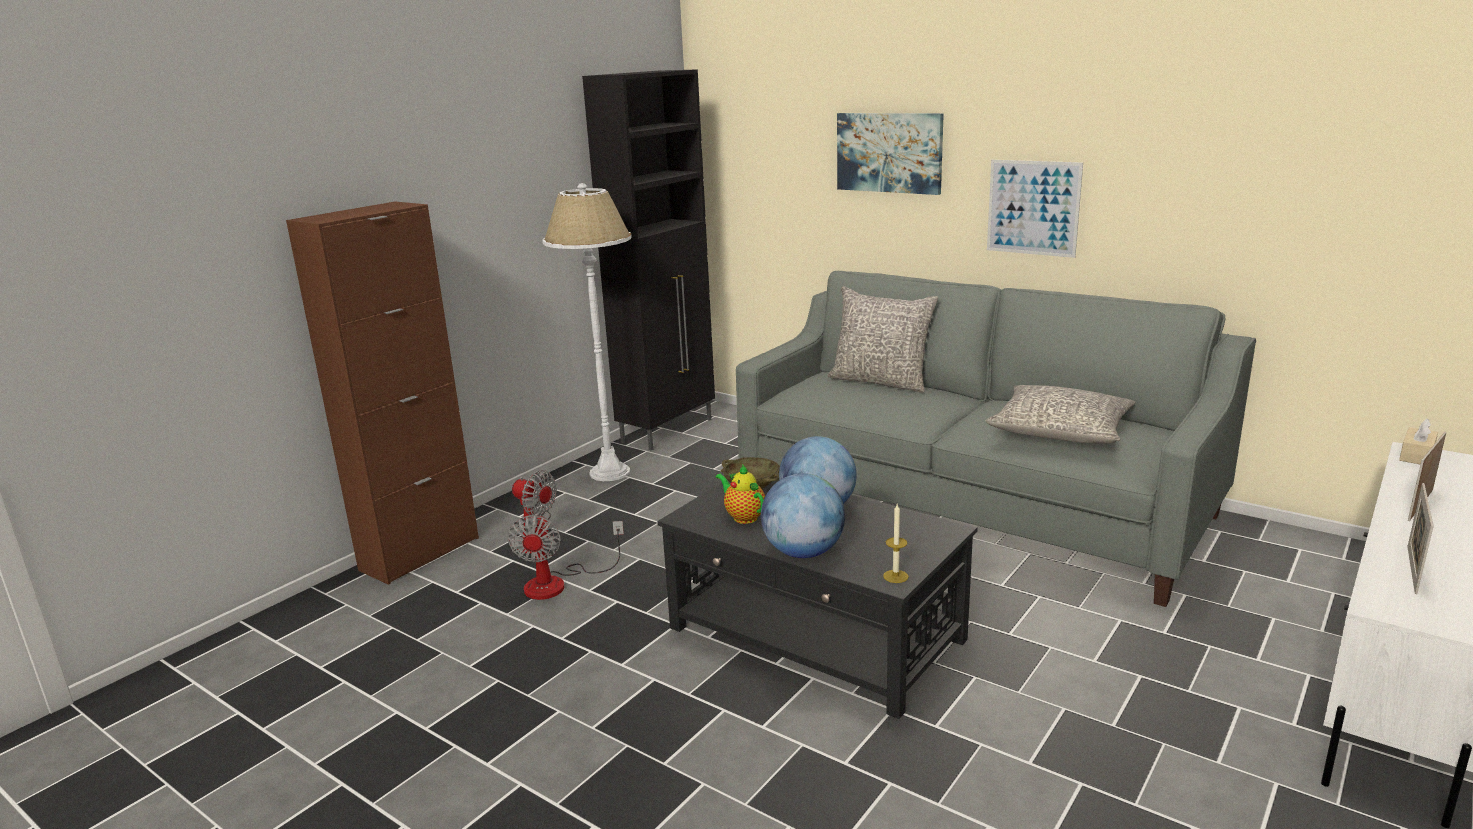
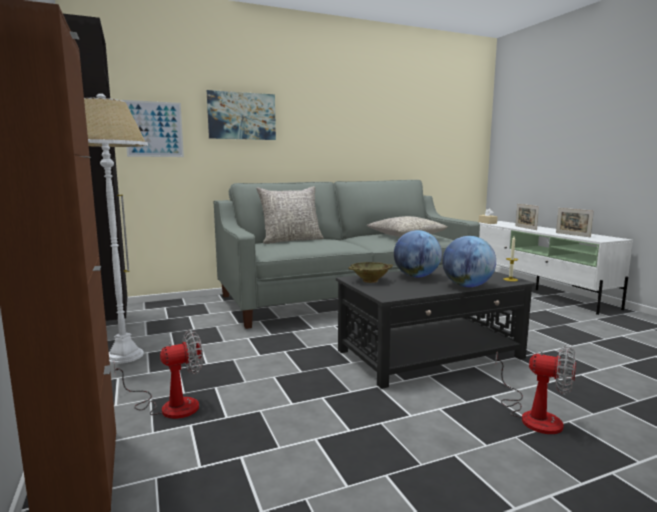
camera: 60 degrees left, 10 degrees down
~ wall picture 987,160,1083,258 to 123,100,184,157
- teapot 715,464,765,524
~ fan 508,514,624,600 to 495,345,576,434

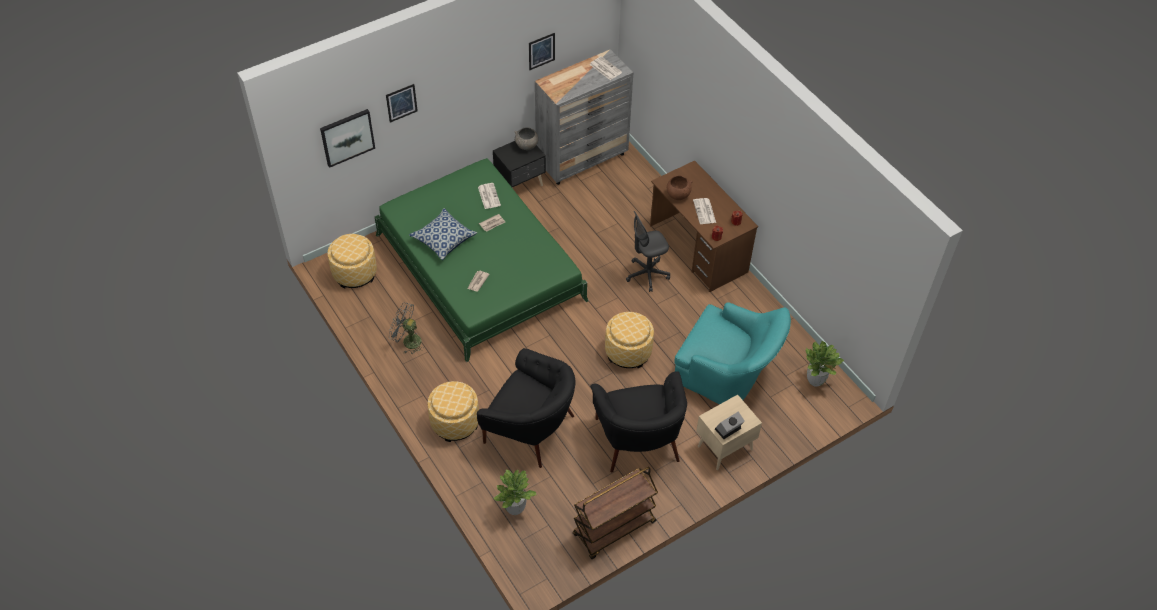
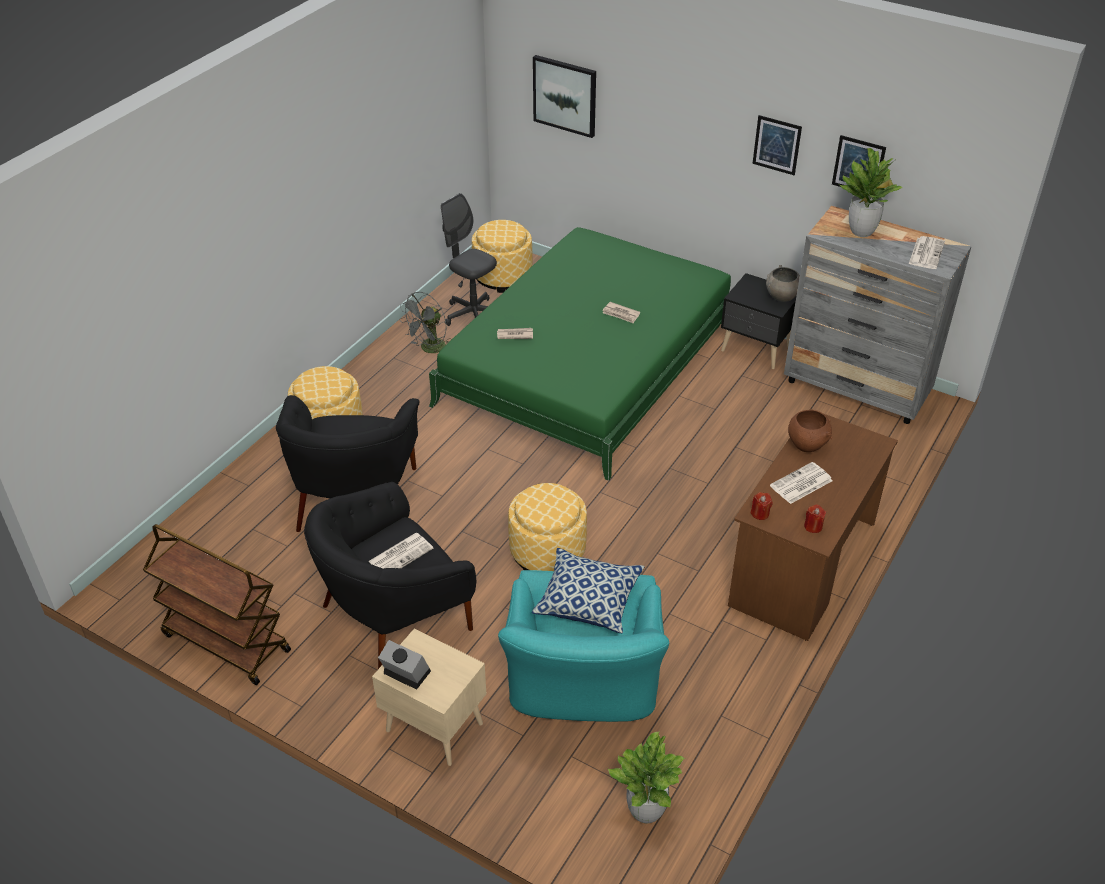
camera: 65 degrees right, 10 degrees down
~ wall picture 386,84,418,123 to 752,115,802,175
~ newspaper 478,183,501,209 to 368,533,433,569
~ cushion 409,208,477,260 to 532,548,644,633
~ greyish desk chair 626,211,670,292 to 441,193,497,326
~ greyish fan 389,303,424,354 = 399,292,452,353 135 degrees counterclockwise
~ houseplant 493,469,537,515 to 840,148,903,237

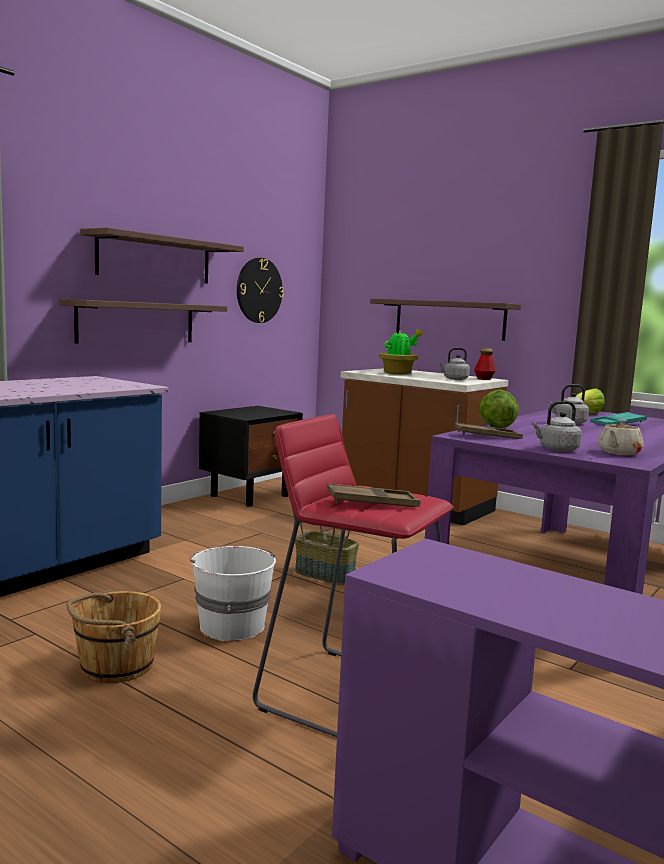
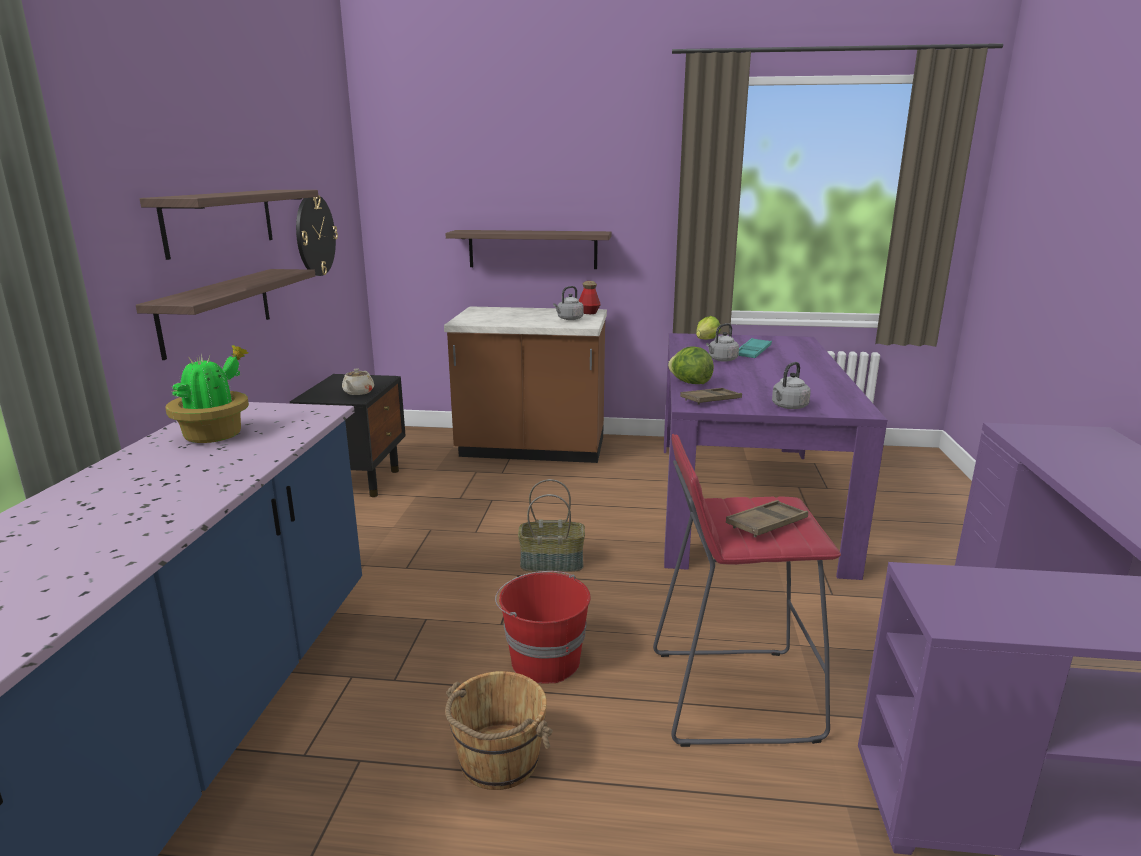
camera: 30 degrees left, 10 degrees up
~ houseplant 379,329,423,374 to 165,345,249,443
~ sand-coloured teapot 598,420,643,455 to 342,368,374,395
~ whitish bucket 189,546,276,641 to red-coloured bucket 495,571,591,683

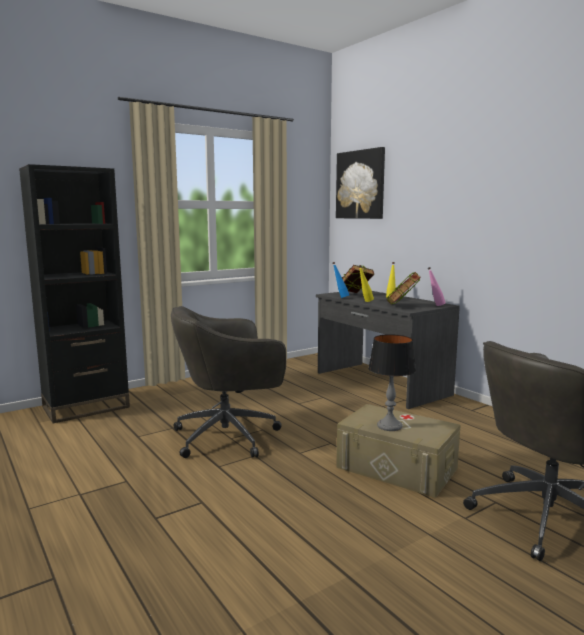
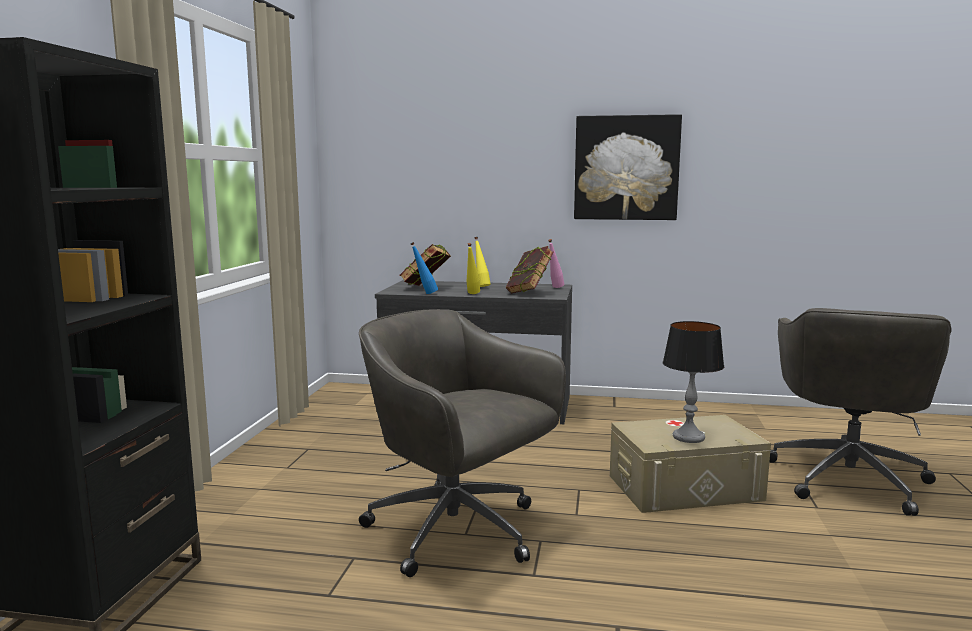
camera: 45 degrees left, 0 degrees up
~ wall picture 336,147,385,219 to 574,114,682,220
~ greyish desk chair 171,306,286,458 = 359,309,566,577 105 degrees clockwise

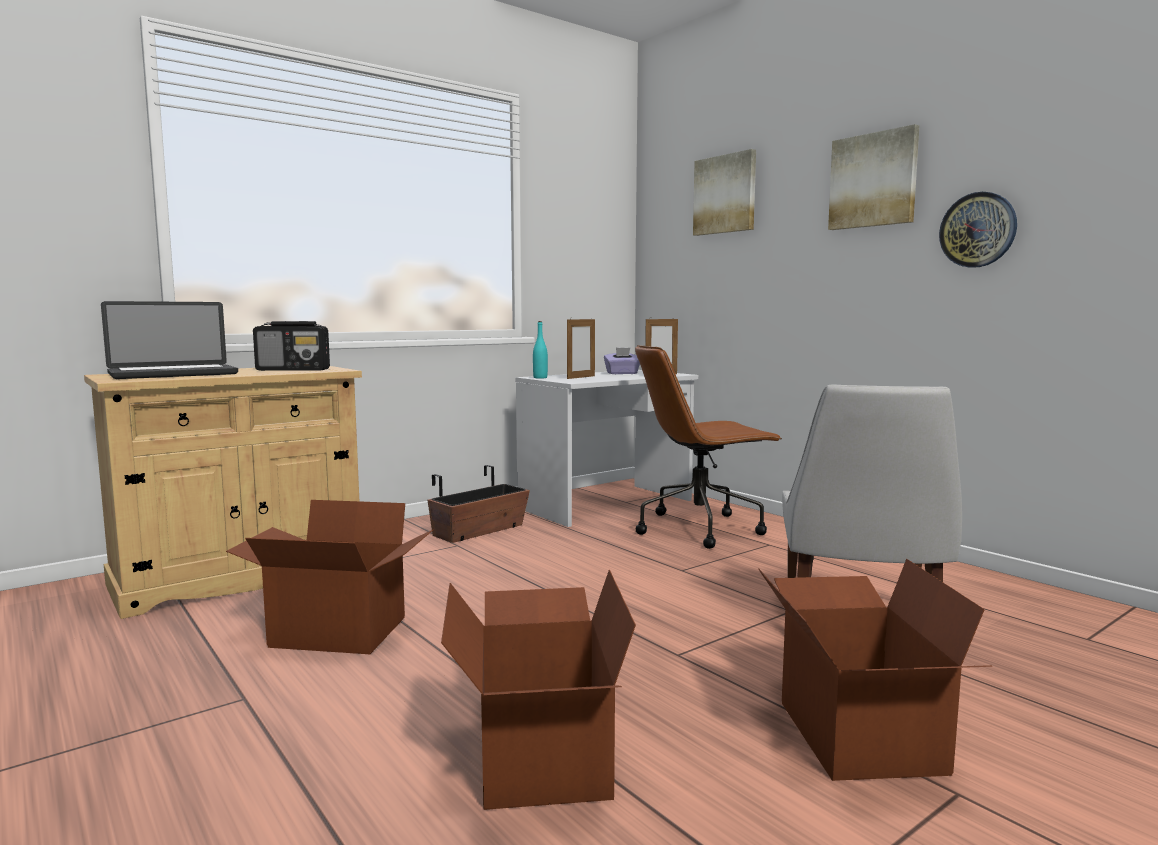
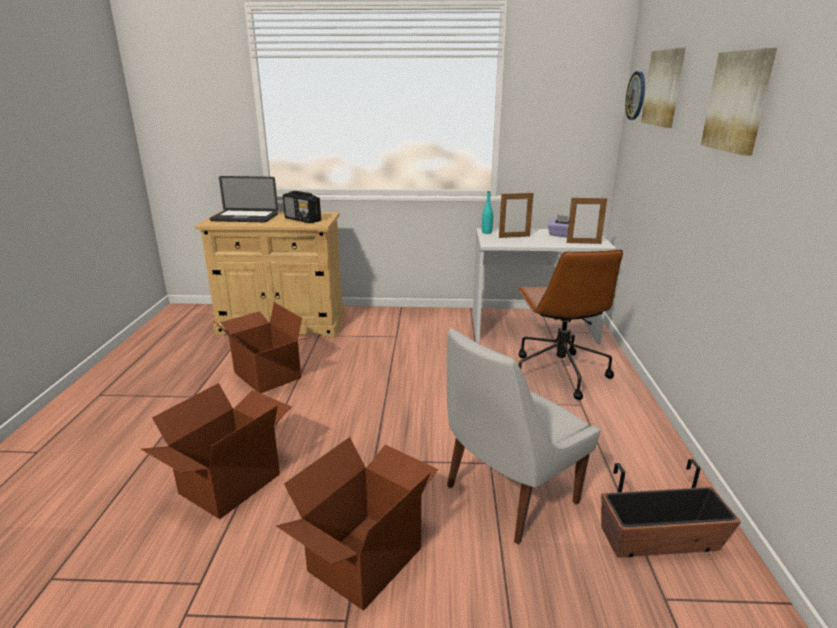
camera: 40 degrees right, 15 degrees up
~ wall clock 939,192,1017,268 to 625,71,645,120
~ brown-coloured desk chair 635,345,782,549 = 517,249,623,400 120 degrees counterclockwise
~ flower pot 427,465,530,543 to 601,459,741,558

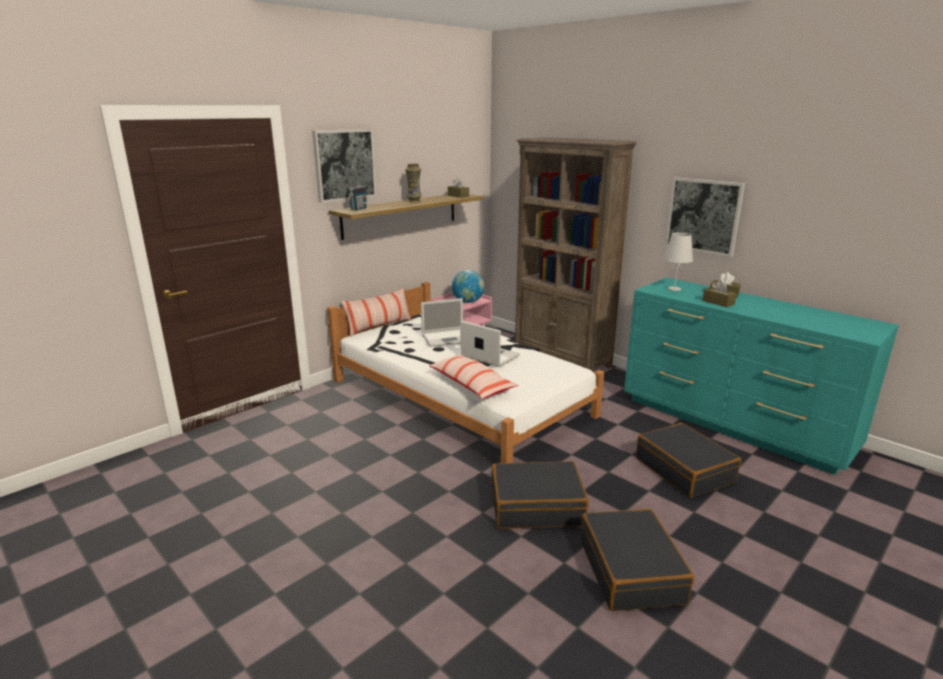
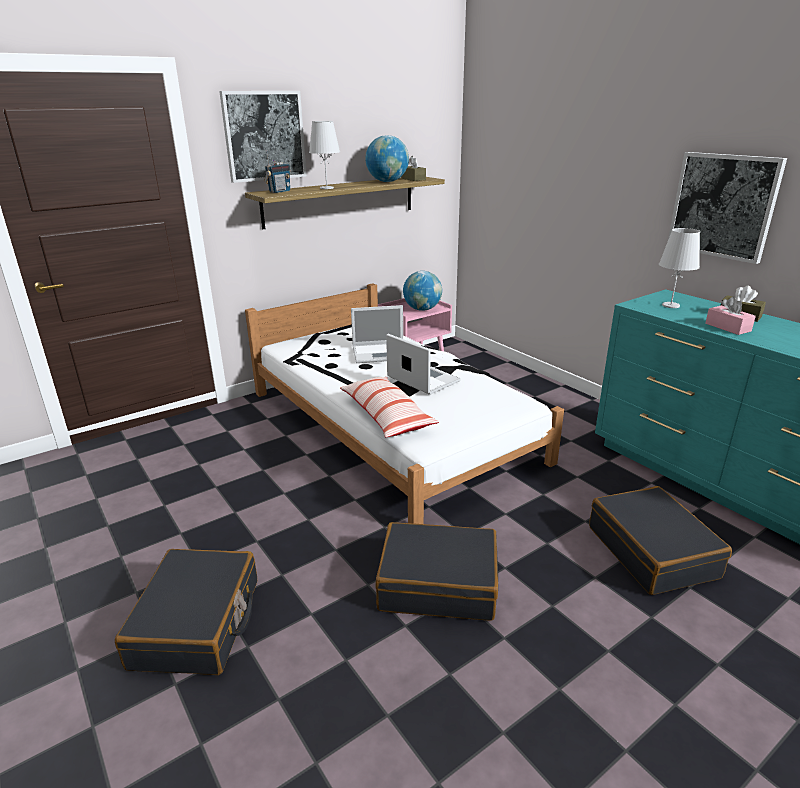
camera: 10 degrees right, 5 degrees up
- brown-coloured bookcase 515,137,637,373
- flower vase 405,164,422,202
~ brown-coloured box of tissues 702,280,737,307 to pinkish box of tissues 705,296,756,335
- cushion 341,287,412,337
~ black piece of luggage 580,508,694,611 to 115,549,257,675
+ whitish table lamp 309,121,340,189
+ desk globe 365,135,409,182

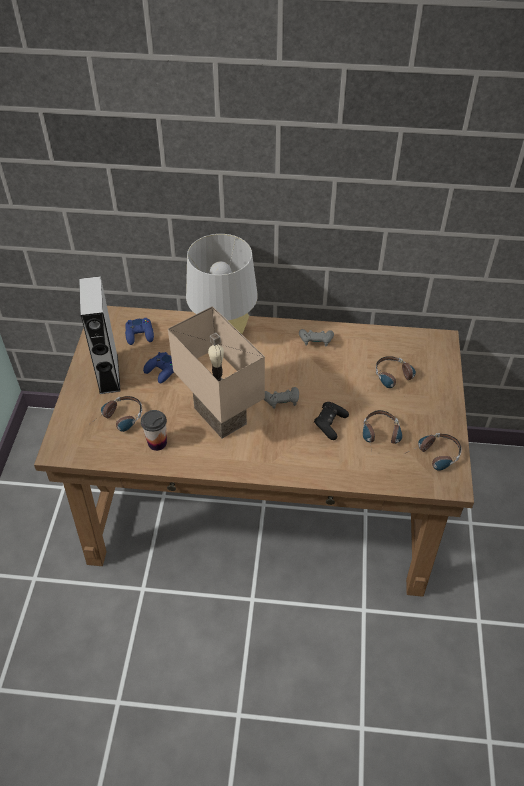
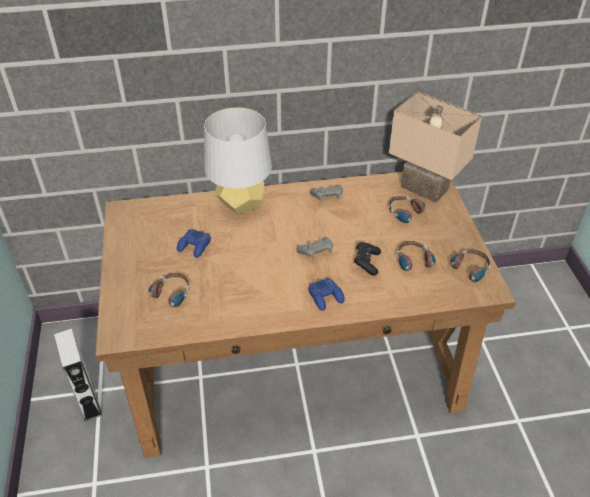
camera: 15 degrees left, 5 degrees down
~ greyish speaker 79,276,121,394 to 54,328,102,421
~ sand-coloured table lamp 168,306,265,439 to 389,91,482,203
~ blue-coloured game controller 125,318,154,345 to 308,278,345,311
- small cup 141,410,167,451

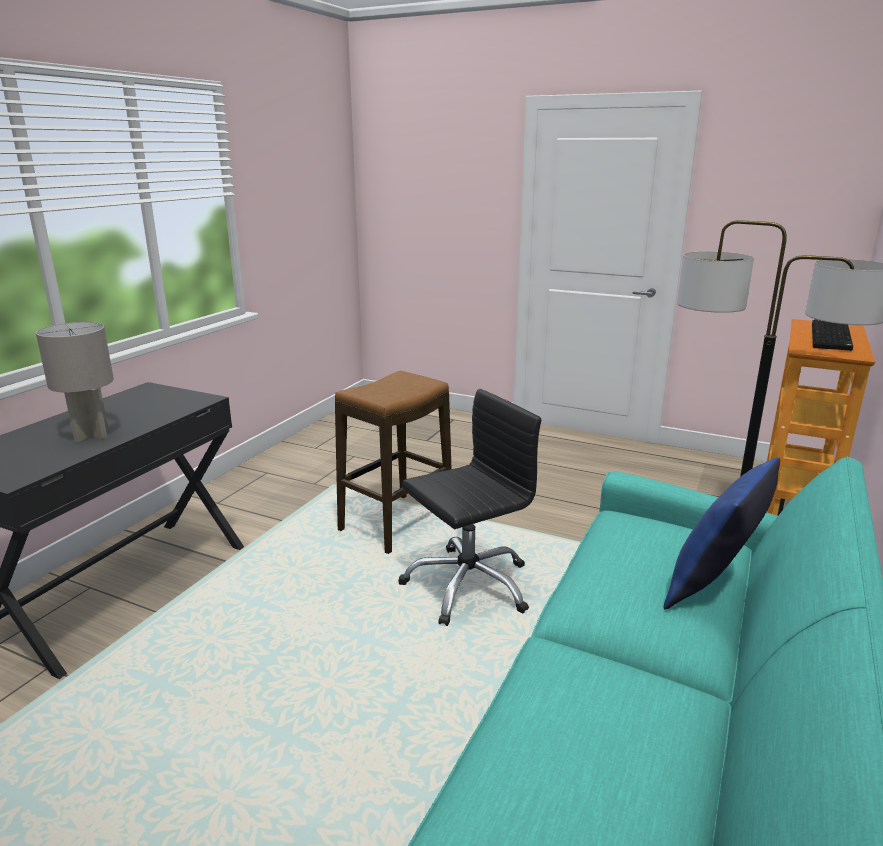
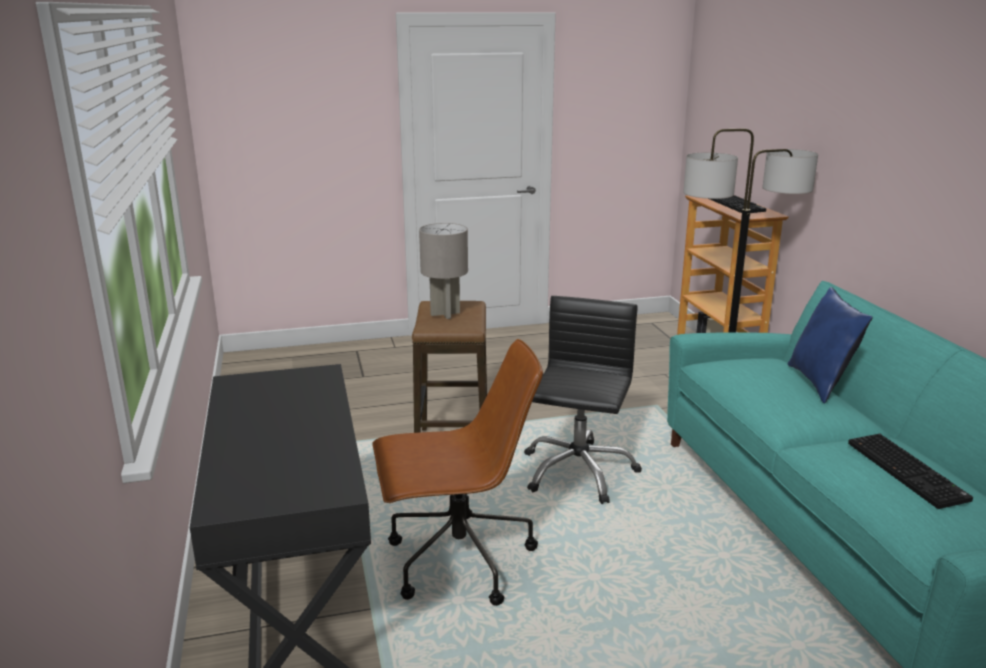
camera: 40 degrees left, 0 degrees up
~ greyish table lamp 36,322,114,442 to 419,223,468,319
+ brown-coloured desk chair 372,339,543,606
+ computer keyboard 848,434,973,509

